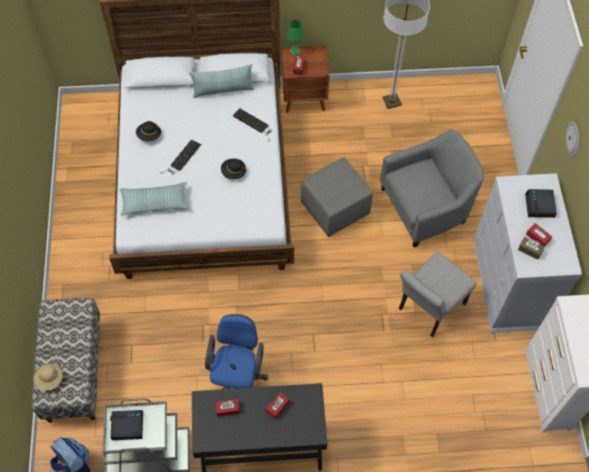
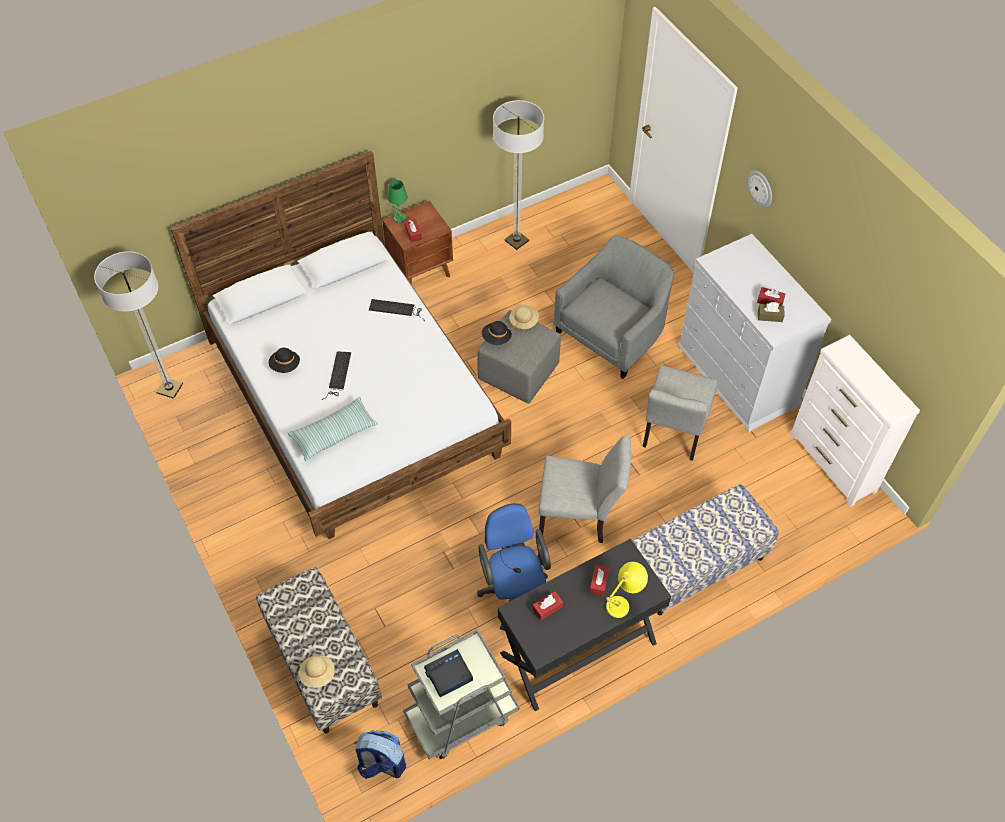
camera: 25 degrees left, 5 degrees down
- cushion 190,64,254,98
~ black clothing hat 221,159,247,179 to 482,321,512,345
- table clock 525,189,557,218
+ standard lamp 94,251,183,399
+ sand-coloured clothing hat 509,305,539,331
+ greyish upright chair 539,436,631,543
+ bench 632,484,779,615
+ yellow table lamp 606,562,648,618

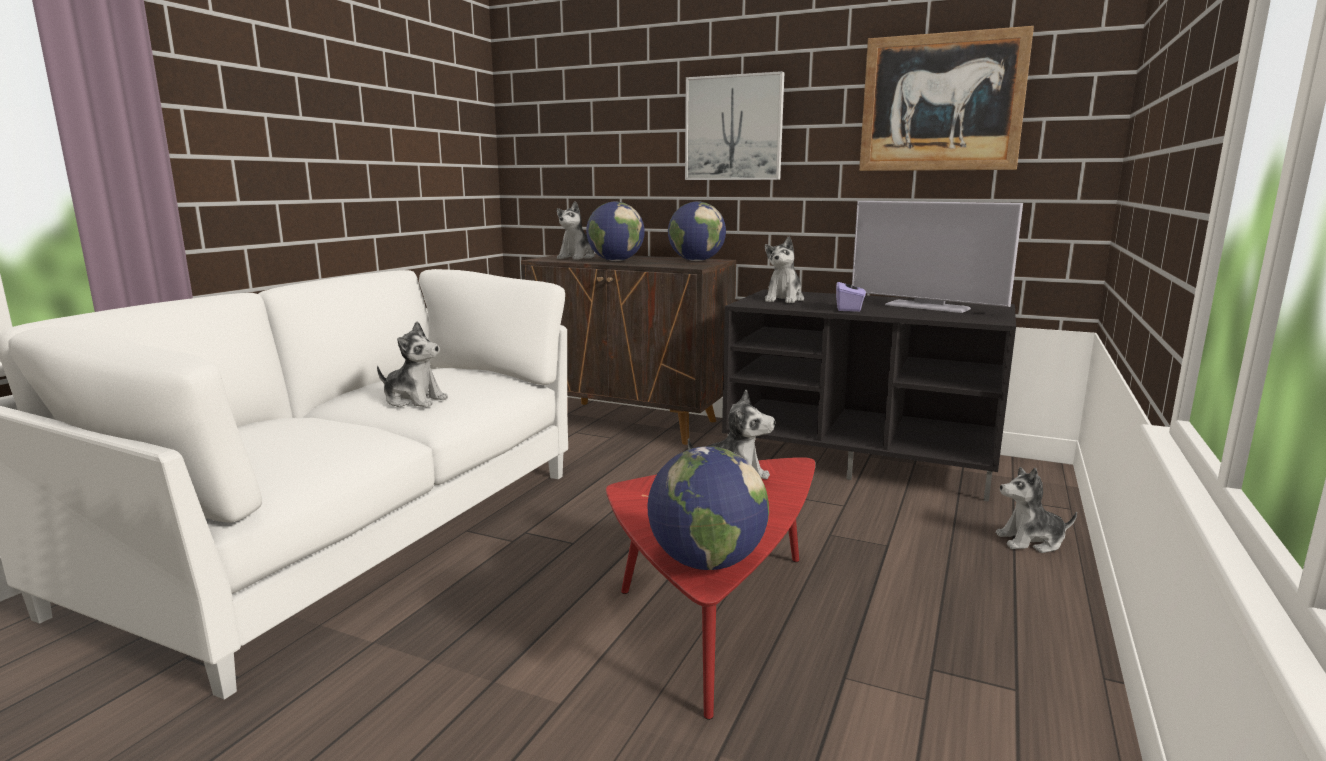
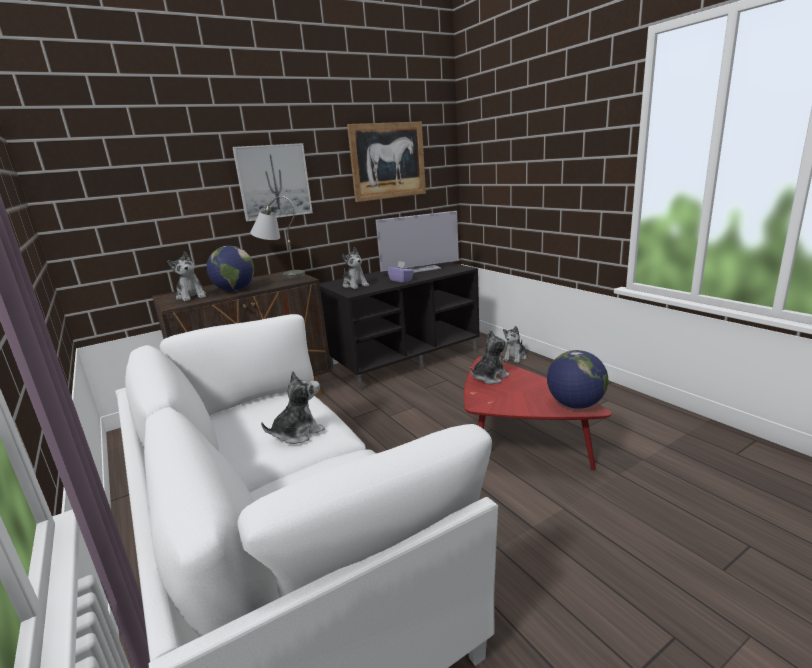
camera: 55 degrees left, 5 degrees up
~ desk globe 668,201,726,261 to greyish table lamp 250,196,305,279

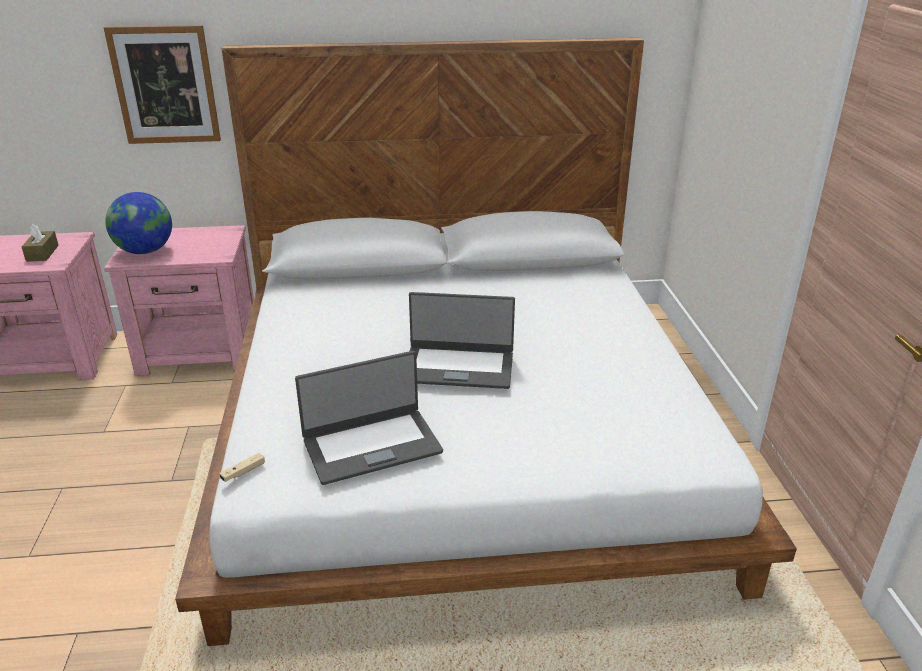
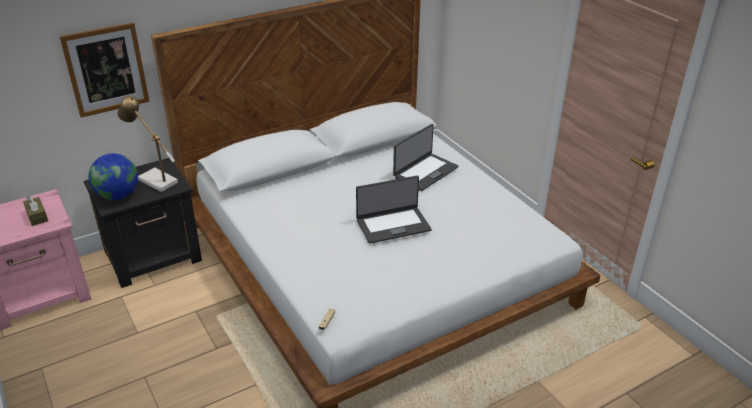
camera: 25 degrees left, 5 degrees up
~ pinkish nightstand 104,225,254,376 to black nightstand 84,158,202,288
~ portable computer 295,351,443,485 to 393,124,458,191
+ table lamp 118,96,178,192

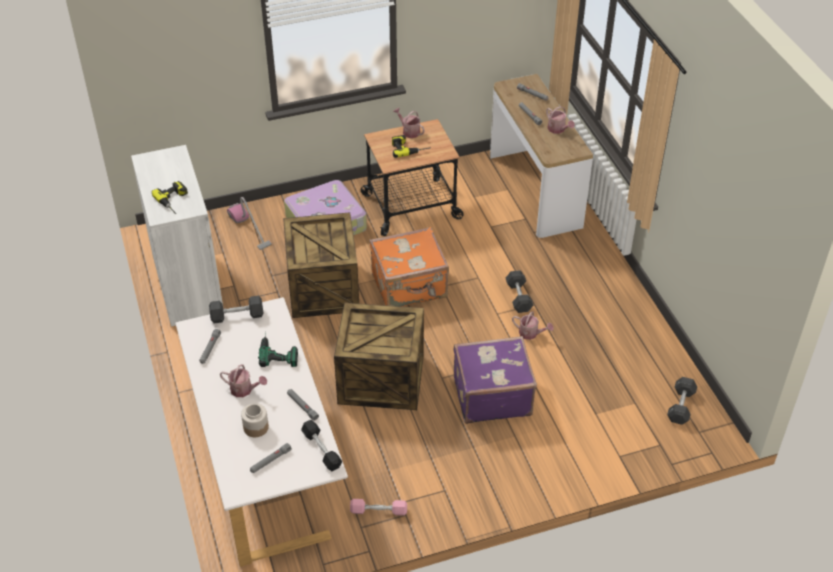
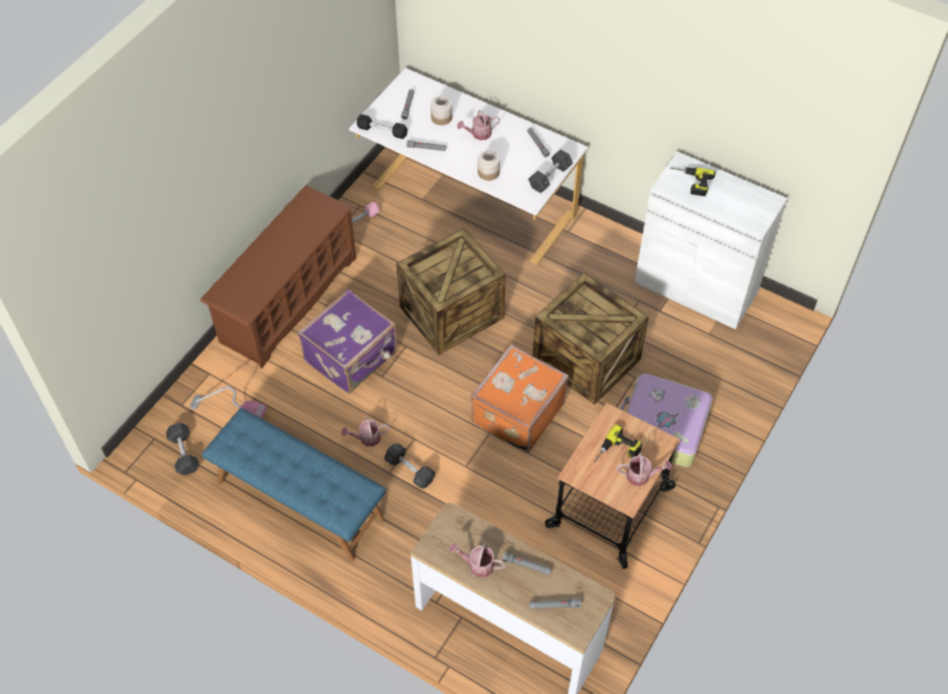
camera: 140 degrees right, 10 degrees up
~ hoover 227,197,272,250 to 190,386,267,419
~ electric drill 258,332,298,367 to jar 478,151,500,181
+ brown-coloured shoe stand 200,185,356,368
+ blue-coloured bench 202,408,386,562

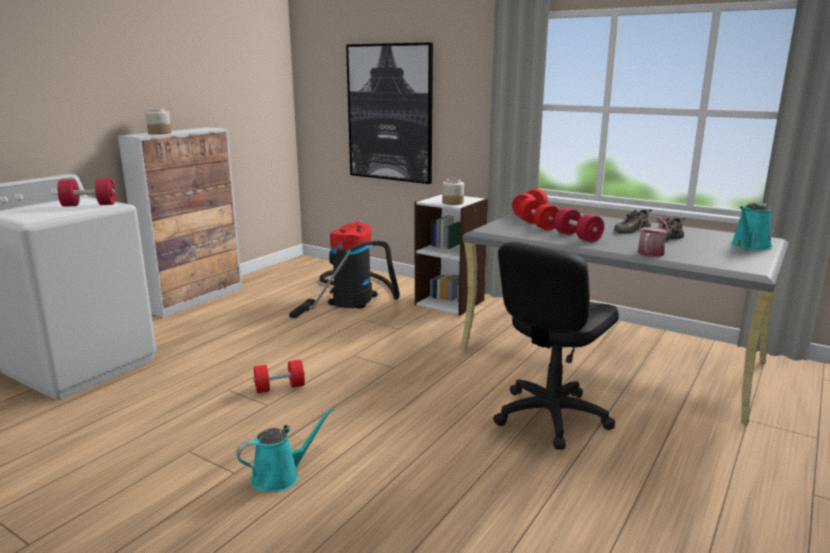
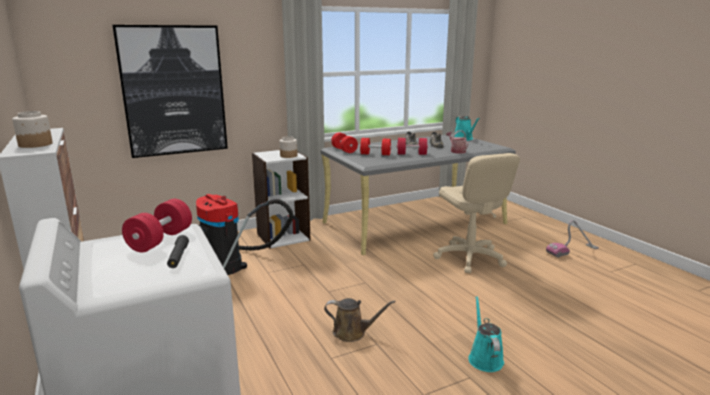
camera: 60 degrees left, 0 degrees up
~ black desk chair 493,242,619,450 to sand-coloured desk chair 433,153,520,273
~ red-coloured hand weight 253,360,305,393 to brown-coloured watering pot 324,298,395,342
+ hoover 546,220,599,258
+ black hand torch 167,235,189,268

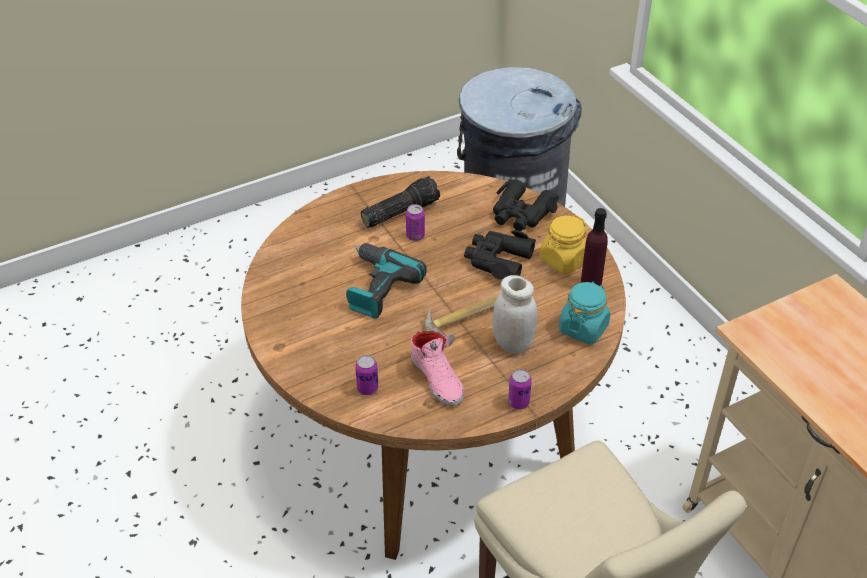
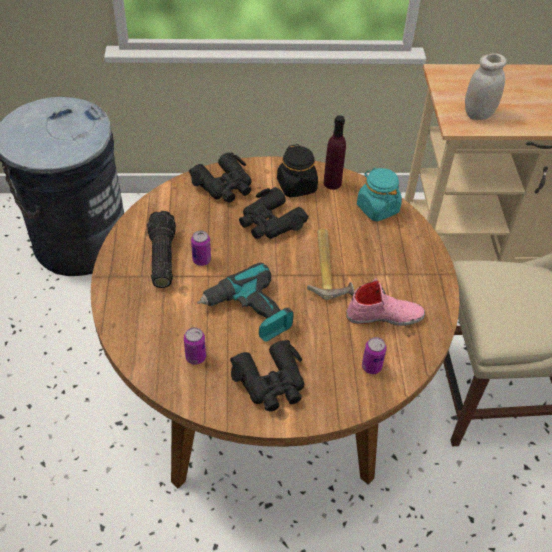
camera: 65 degrees left, 5 degrees up
~ yellow jar 540,215,586,274 to black jar 277,144,318,197
~ whitish jar 493,275,538,354 to 465,53,507,120
~ sealed can 508,369,532,410 to 184,327,206,365
+ black binoculars 230,340,304,412

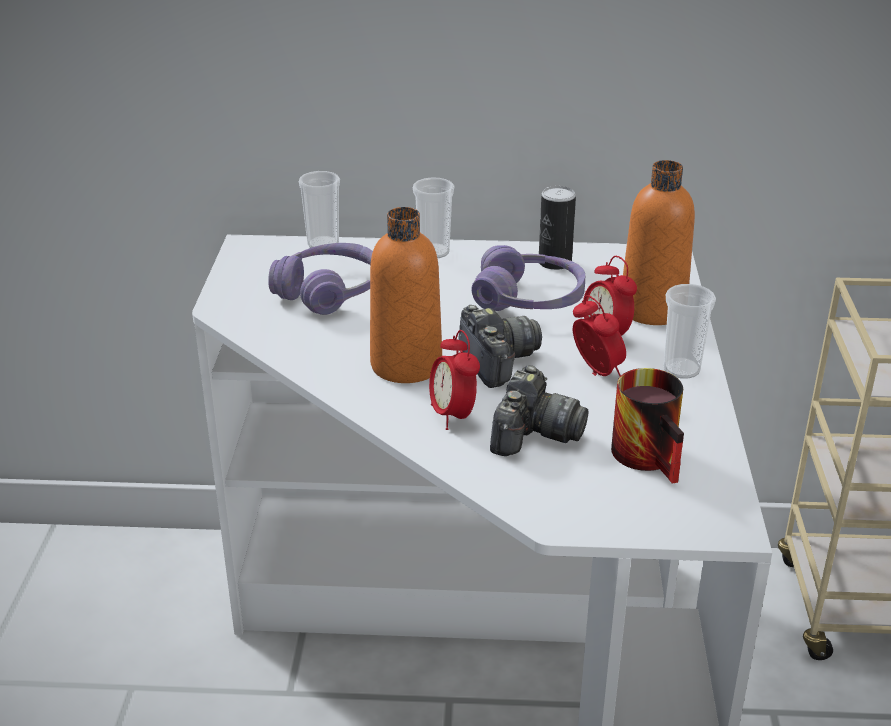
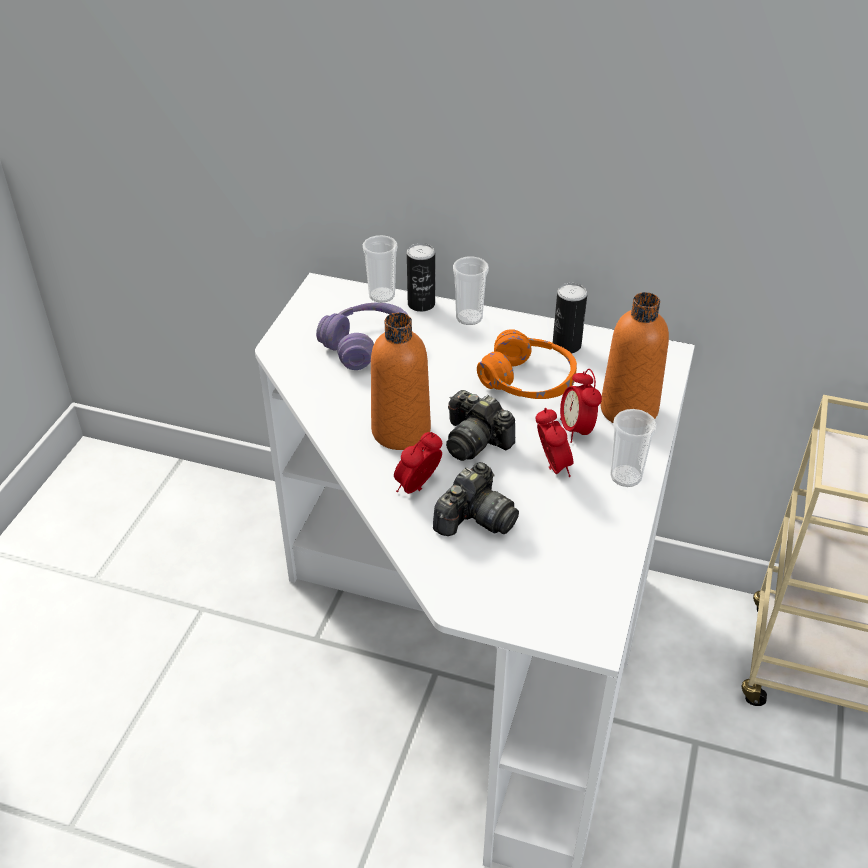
camera: 15 degrees right, 10 degrees up
~ purple-coloured headphones 472,245,585,311 to orange-coloured headphones 477,329,577,399
~ photo camera 459,305,542,388 = 446,390,515,461 135 degrees clockwise
~ table clock 429,330,480,430 = 394,432,442,494 45 degrees clockwise
- mug 611,368,684,484
+ sealed can 407,243,435,312

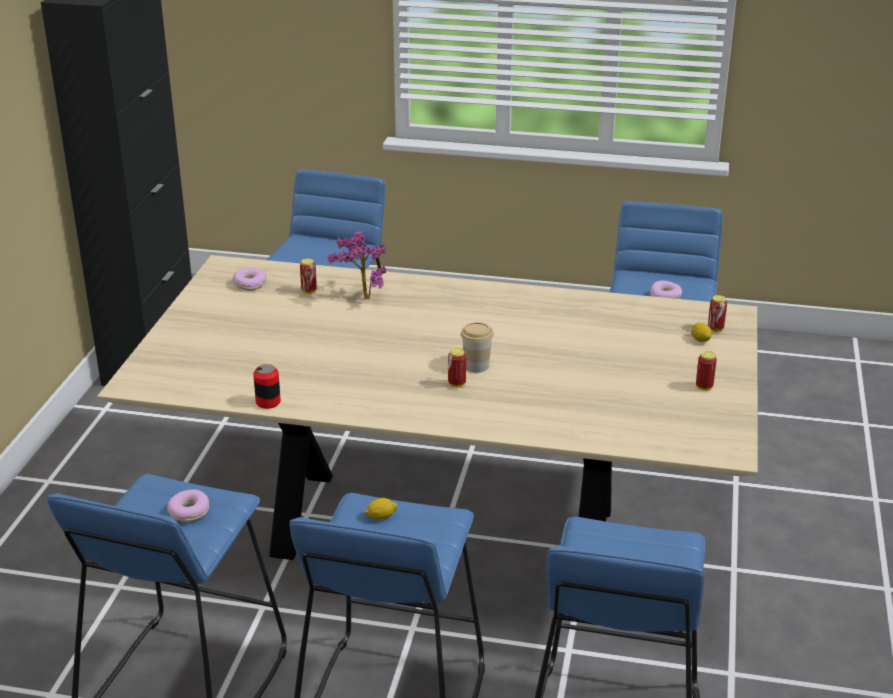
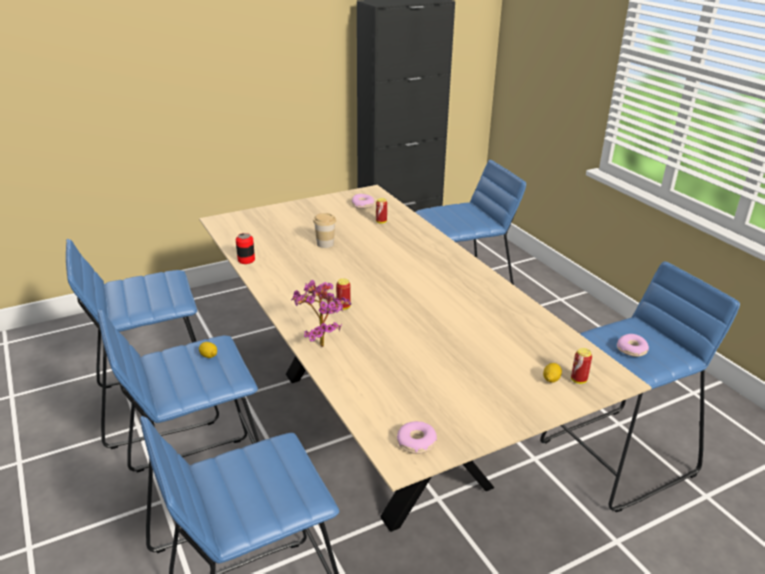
camera: 50 degrees right, 0 degrees up
~ houseplant 328,231,386,299 to 291,280,351,347
~ small cup 461,322,494,373 to 313,213,336,248
- sealed can 696,351,717,391
~ ring doughnut 167,489,209,522 to 397,421,437,454

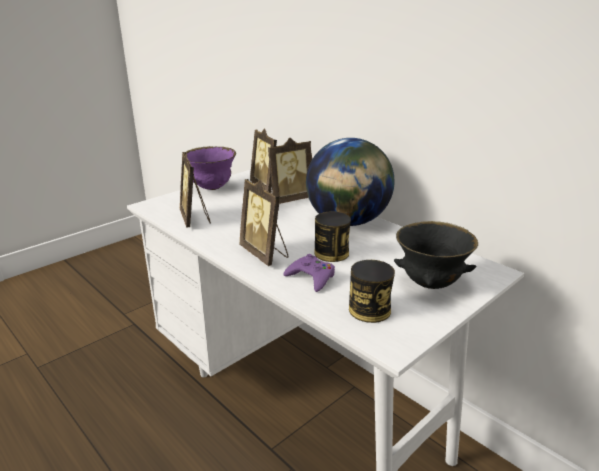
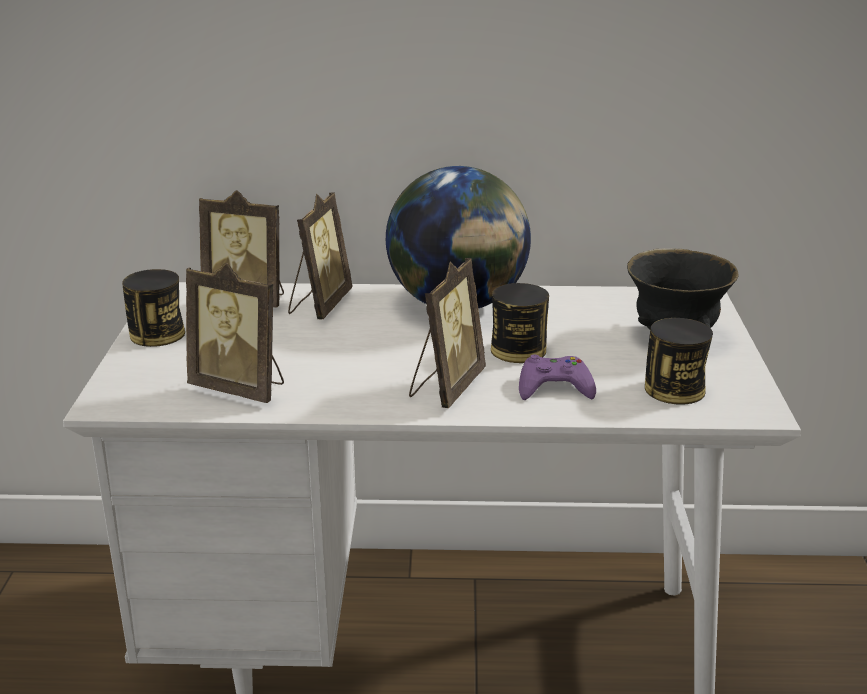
camera: 45 degrees left, 0 degrees up
~ purple-coloured bowl 186,146,236,190 to sealed can 122,269,185,347
~ photo frame 239,179,289,266 = 409,258,486,408 75 degrees counterclockwise

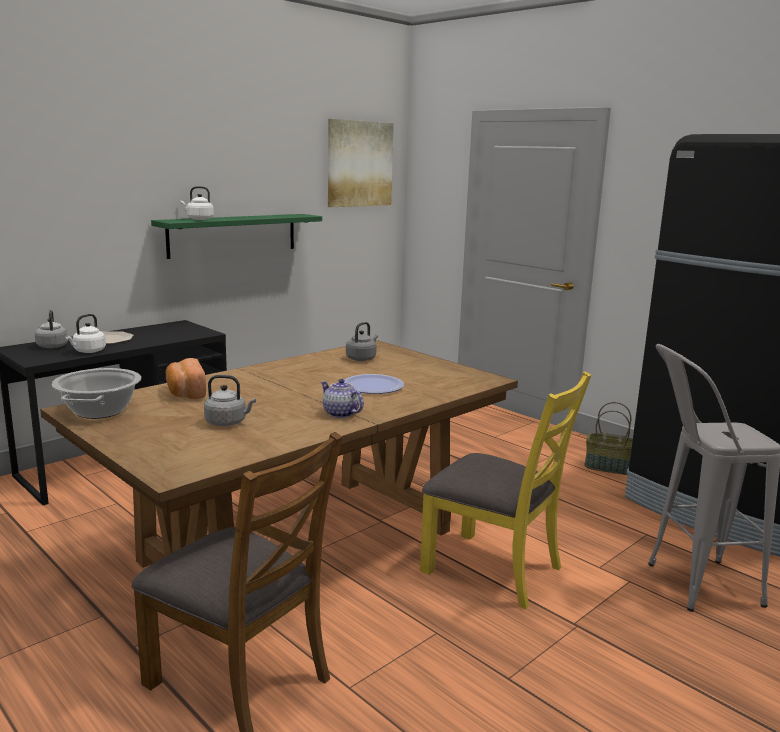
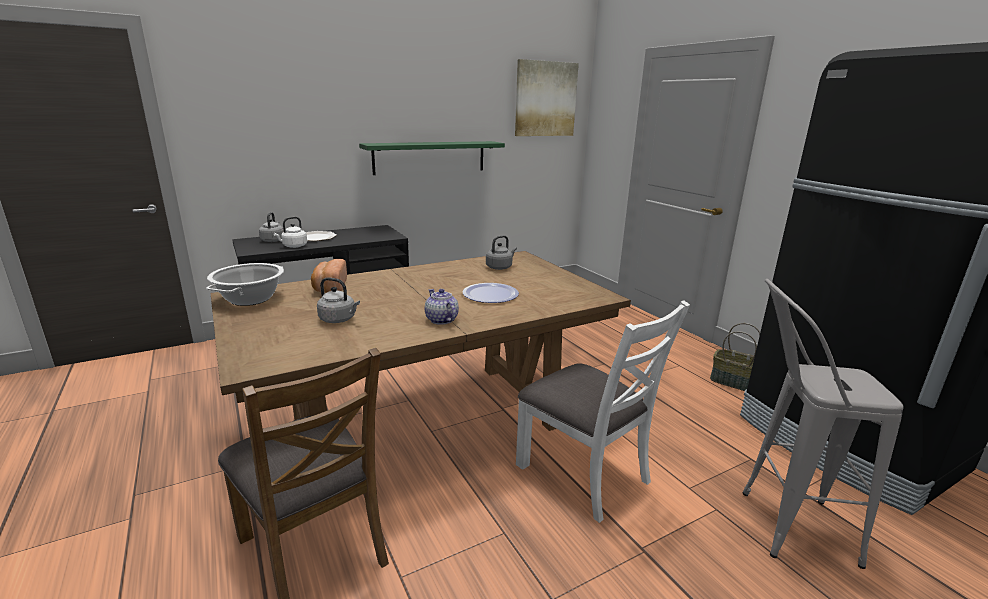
camera: 15 degrees right, 5 degrees up
- whitish kettle 181,186,214,220
~ yellow upright chair 420,371,591,609 to whitish upright chair 516,300,690,523

